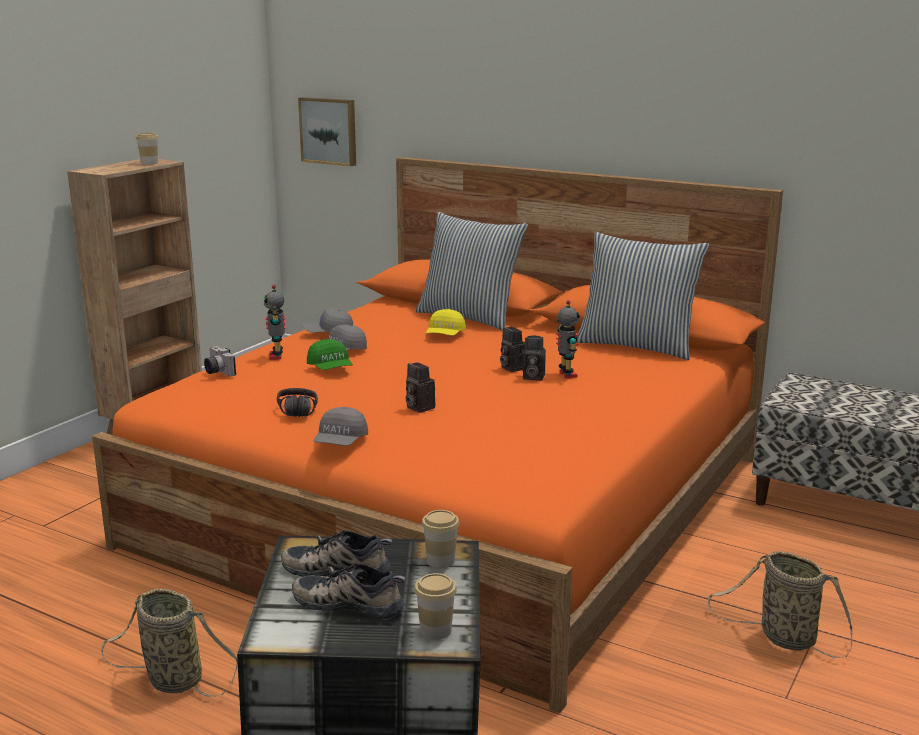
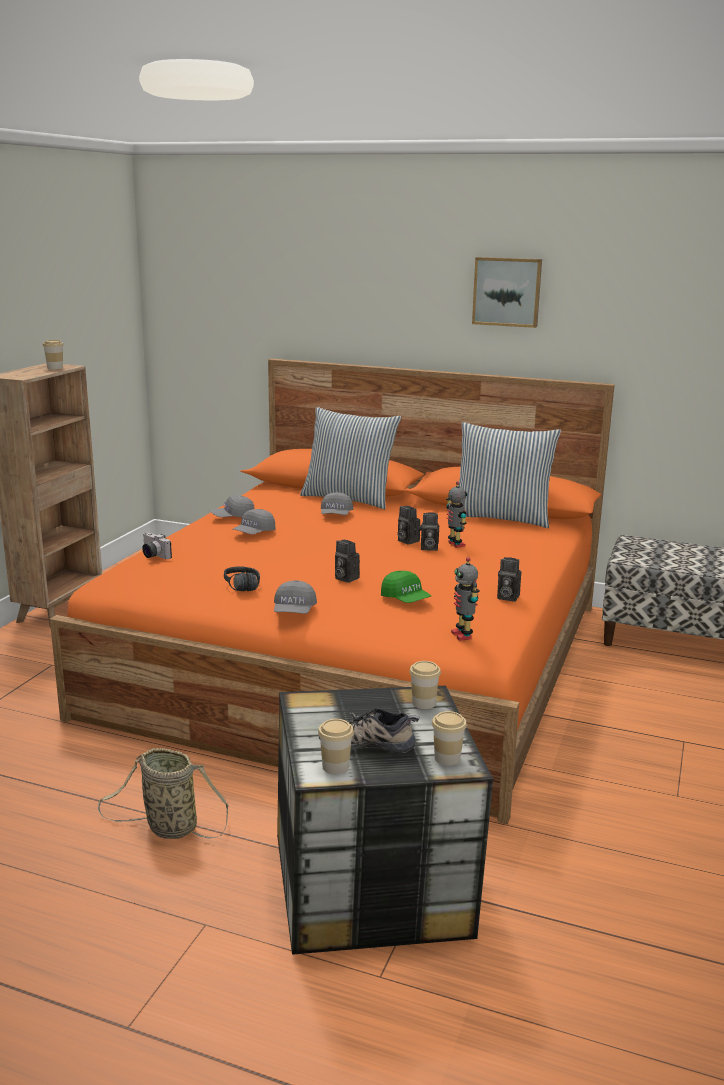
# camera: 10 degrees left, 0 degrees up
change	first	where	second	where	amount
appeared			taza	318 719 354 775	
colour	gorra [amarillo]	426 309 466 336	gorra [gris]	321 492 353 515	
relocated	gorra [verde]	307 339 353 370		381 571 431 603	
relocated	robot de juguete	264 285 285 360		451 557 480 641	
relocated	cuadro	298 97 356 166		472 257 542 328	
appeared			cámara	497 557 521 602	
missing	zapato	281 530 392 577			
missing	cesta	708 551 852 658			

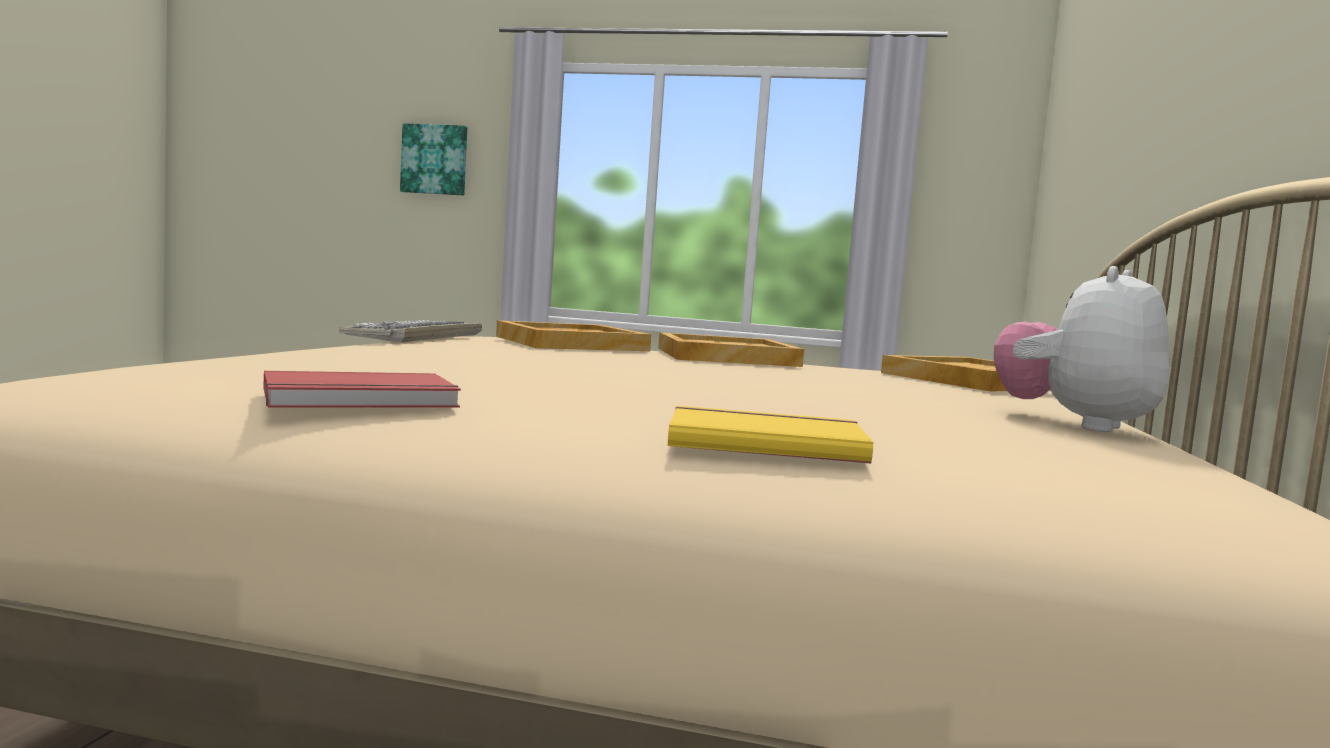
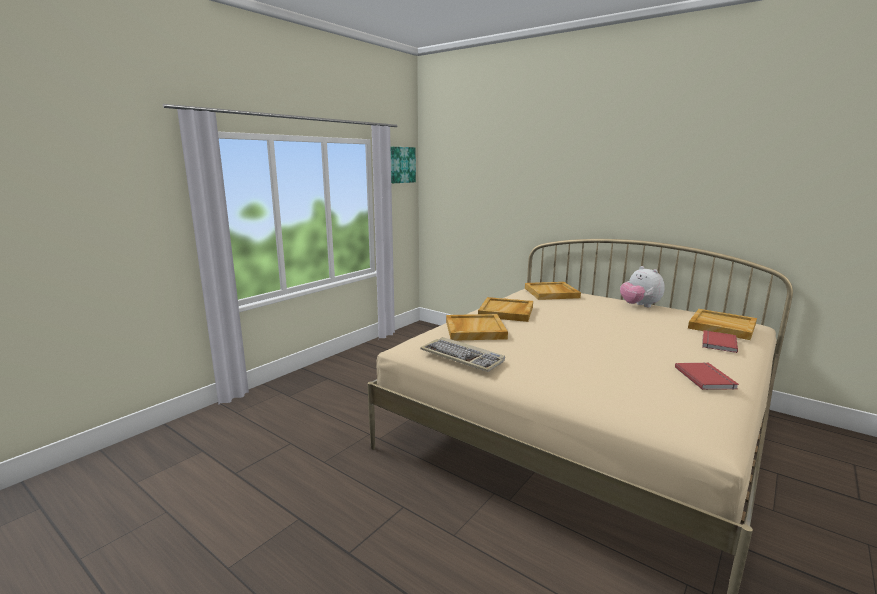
# camera: 65 degrees left, 10 degrees up
change	first	where	second	where	amount
relocated	cuadro	400 123 467 196		391 147 416 183	
appeared			bandeja [beis]	688 309 757 340	
colour	libro [amarillo]	668 406 873 463	libro [rojo]	702 330 738 353	

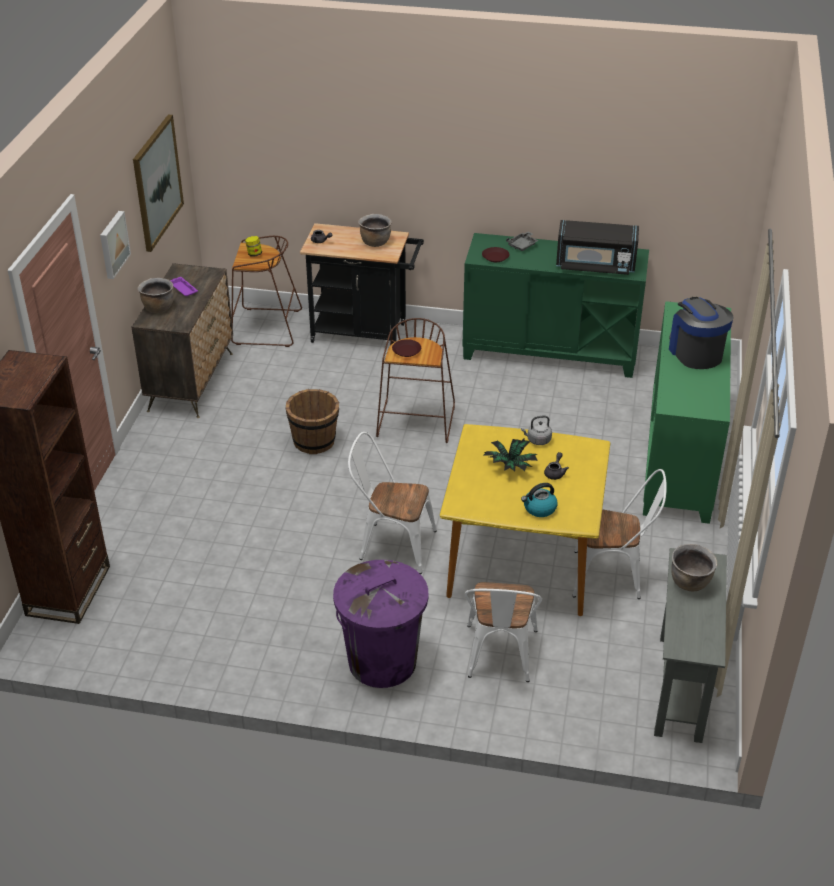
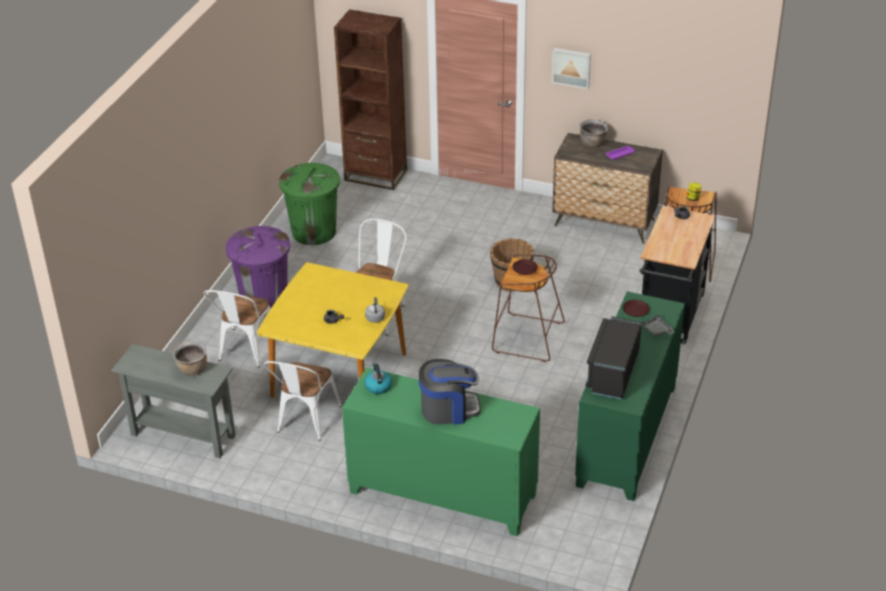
# camera: 100 degrees right, 0 degrees up
change	first	where	second	where	amount
spun	silla [blanco]	465 582 542 682		204 290 271 368	90 degrees counterclockwise
appeared			papelera [verde]	279 163 340 245	
relocated	hervidor	521 483 558 517		364 363 392 394	
missing	cuadro	133 115 184 252			
missing	olla [marrón]	358 214 392 247			
missing	planta en maceta	484 439 538 471			

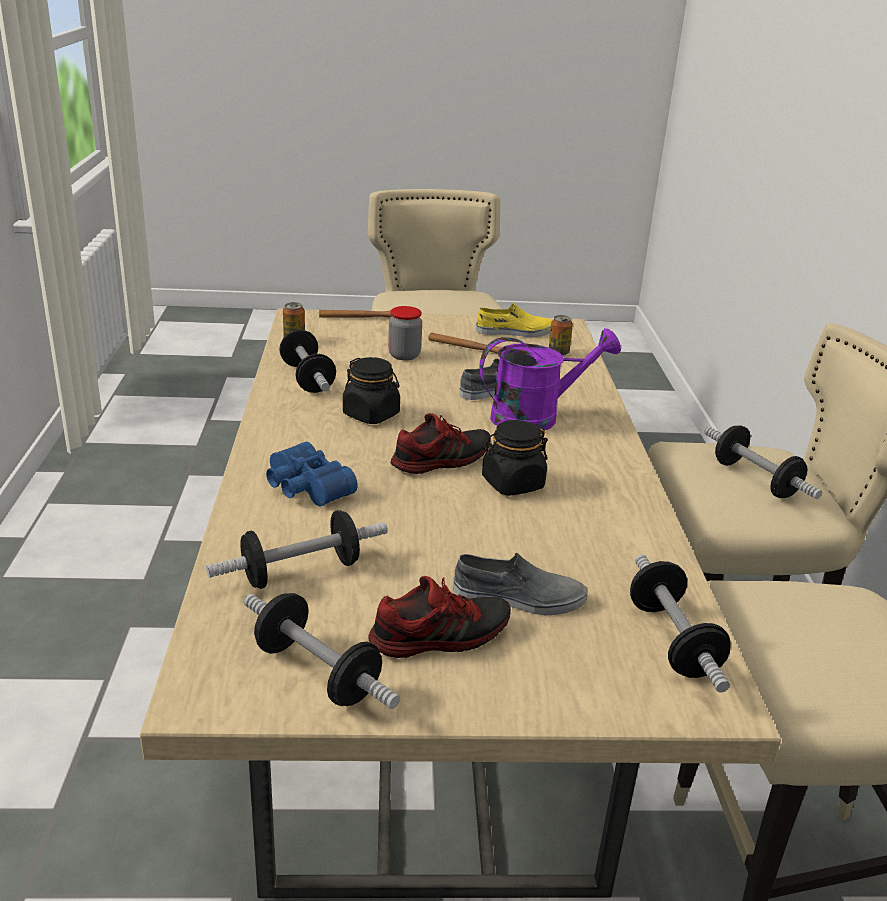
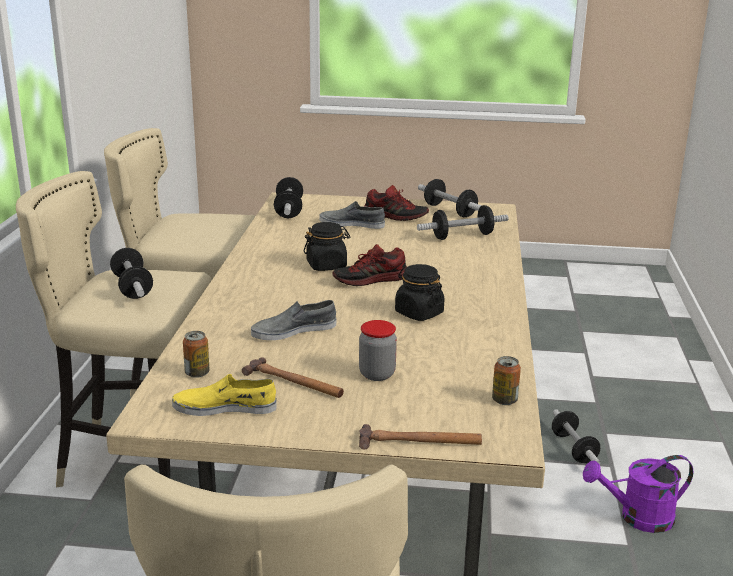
# camera: 170 degrees left, 5 degrees down
change	first	where	second	where	amount
spun	zapato	368 576 511 658		364 185 429 221	150 degrees counterclockwise
relocated	mancuerna	279 330 336 393		552 409 601 464	
relocated	regadera [morado]	479 328 621 430		583 455 693 533	
missing	prismáticos [azul]	266 442 358 506			

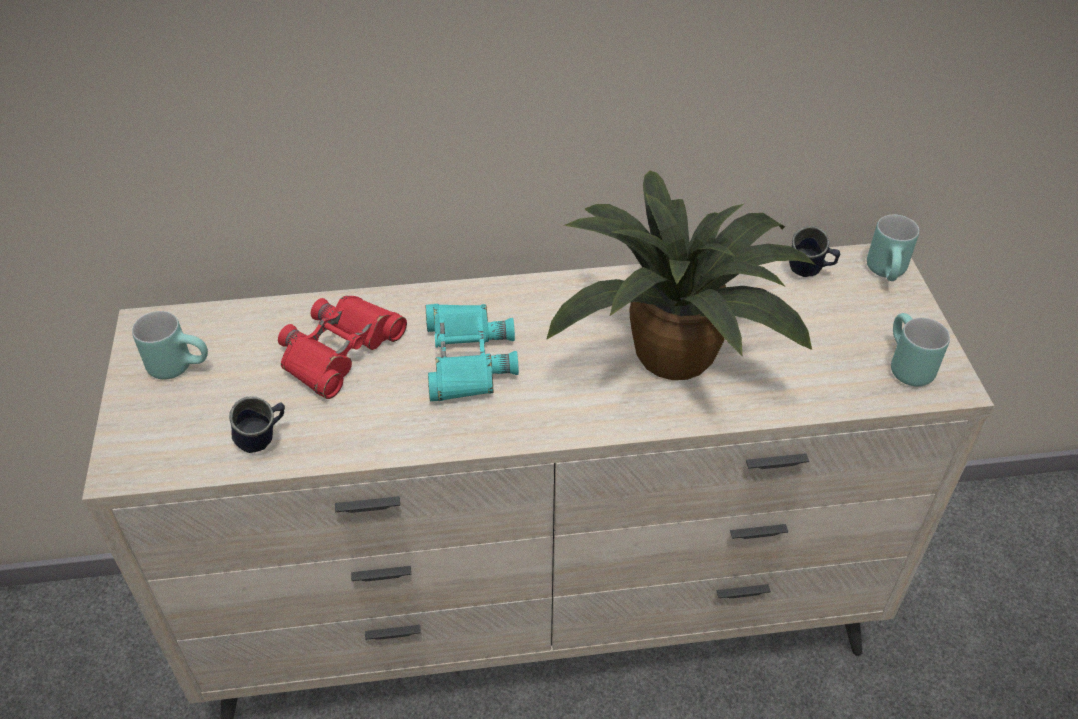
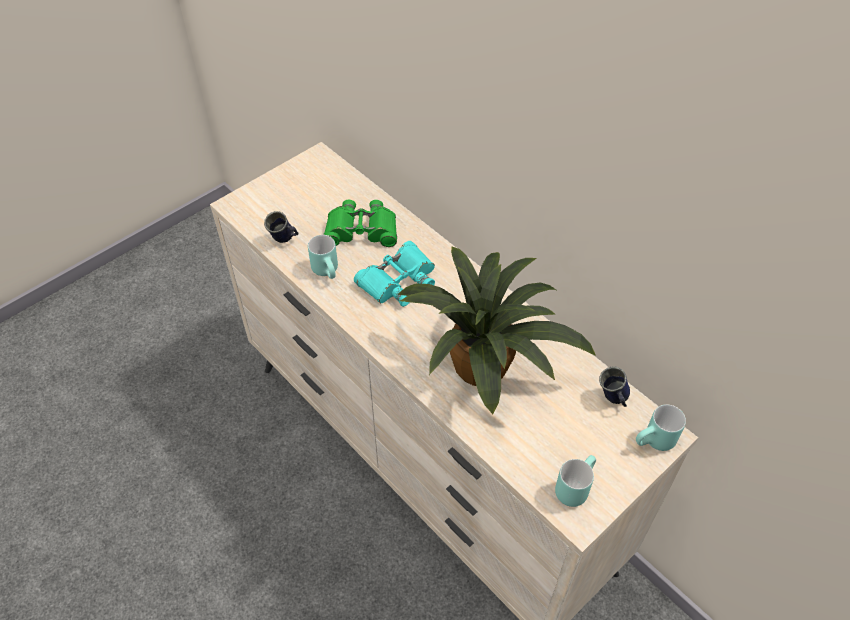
# camera: 55 degrees right, 5 degrees up
change	first	where	second	where	amount
relocated	taza grande [turquesa]	132 311 208 380		308 235 338 279	
colour	prismáticos [rojo]	278 296 407 399	prismáticos [verde]	323 200 397 247	

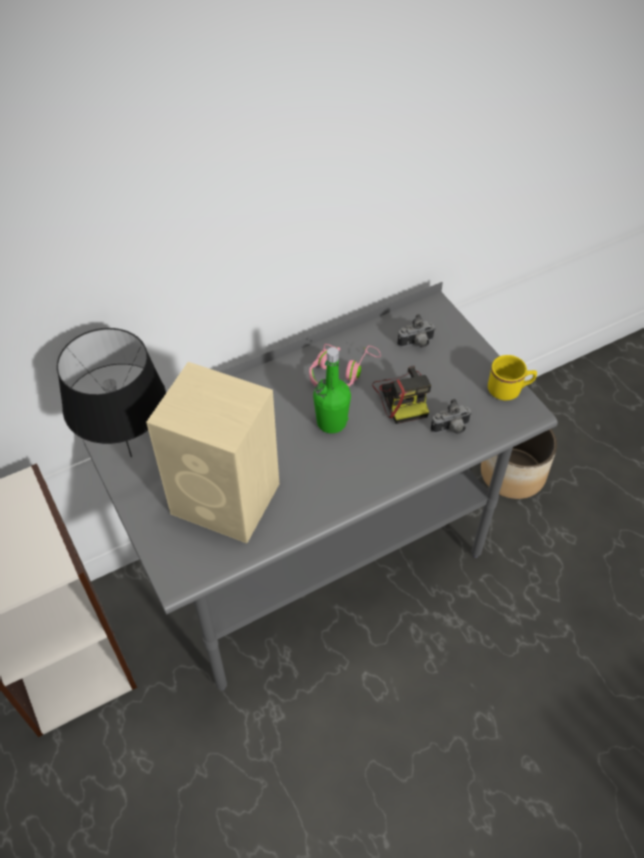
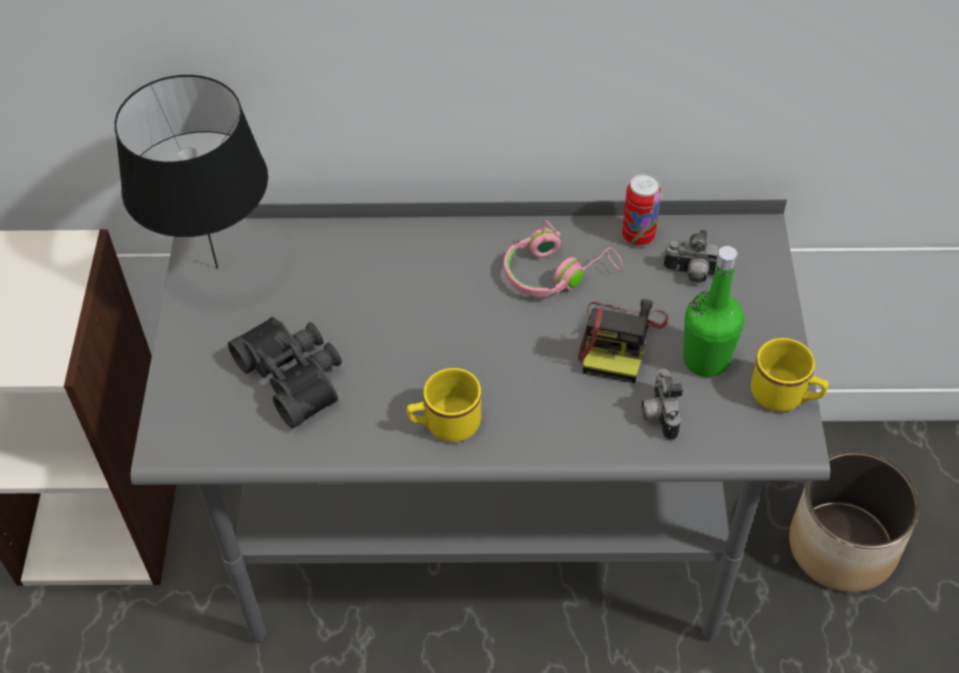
# camera: 30 degrees right, 0 degrees up
change	first	where	second	where	amount
exchanged	altavoz [beis]	146 362 279 543	prismáticos [negro]	228 317 342 428	
appeared			taza grande [amarillo]	407 368 481 442	
appeared			lata	622 174 661 246	
spun	cámara	431 399 472 434		642 369 684 440	75 degrees clockwise
relocated	botella [verde]	313 347 351 433		683 246 744 377	

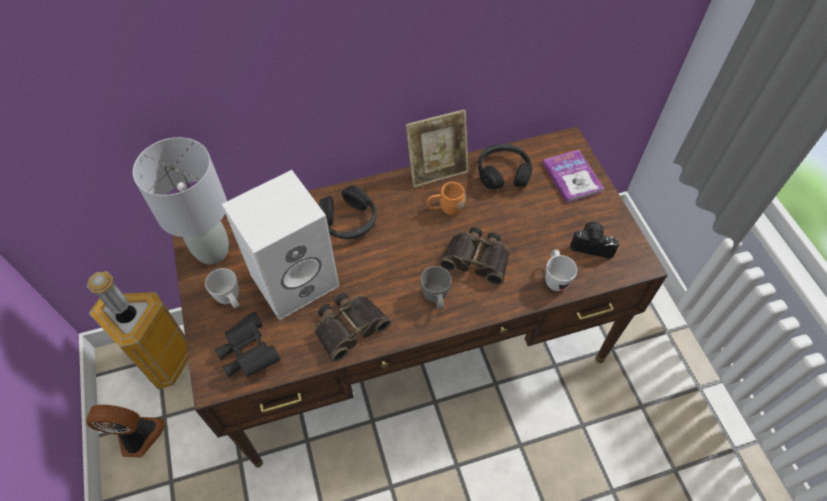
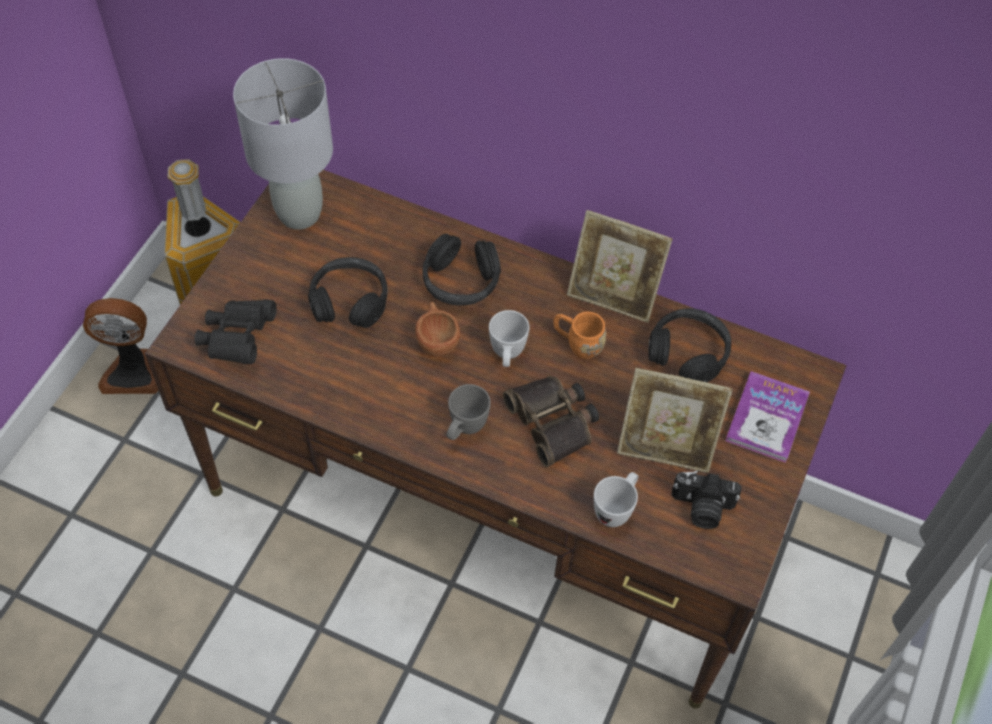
# camera: 40 degrees right, 0 degrees up
change	first	where	second	where	amount
spun	ventilador	86 405 165 458		83 298 159 394	135 degrees clockwise
exchanged	altavoz [blanco]	222 170 339 320	auriculares [negro]	308 257 387 328	
appeared			taza [marrón]	415 302 460 356	
relocated	taza grande [blanco]	205 268 239 308		489 310 529 367	
appeared			portarretratos	617 368 732 473	
spun	cámara	570 222 620 259		671 471 742 529	135 degrees clockwise
missing	prismáticos	314 293 391 363			

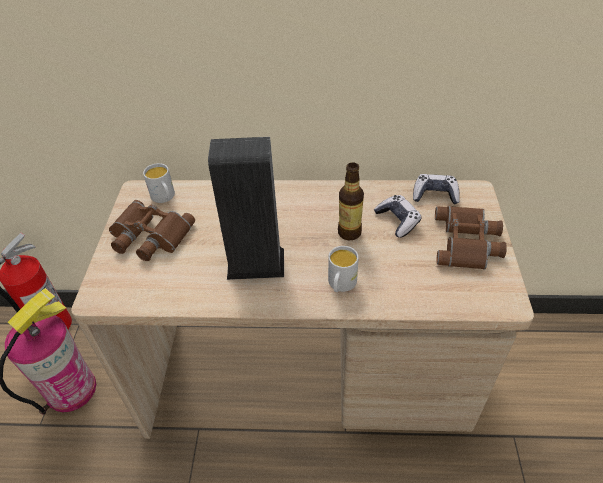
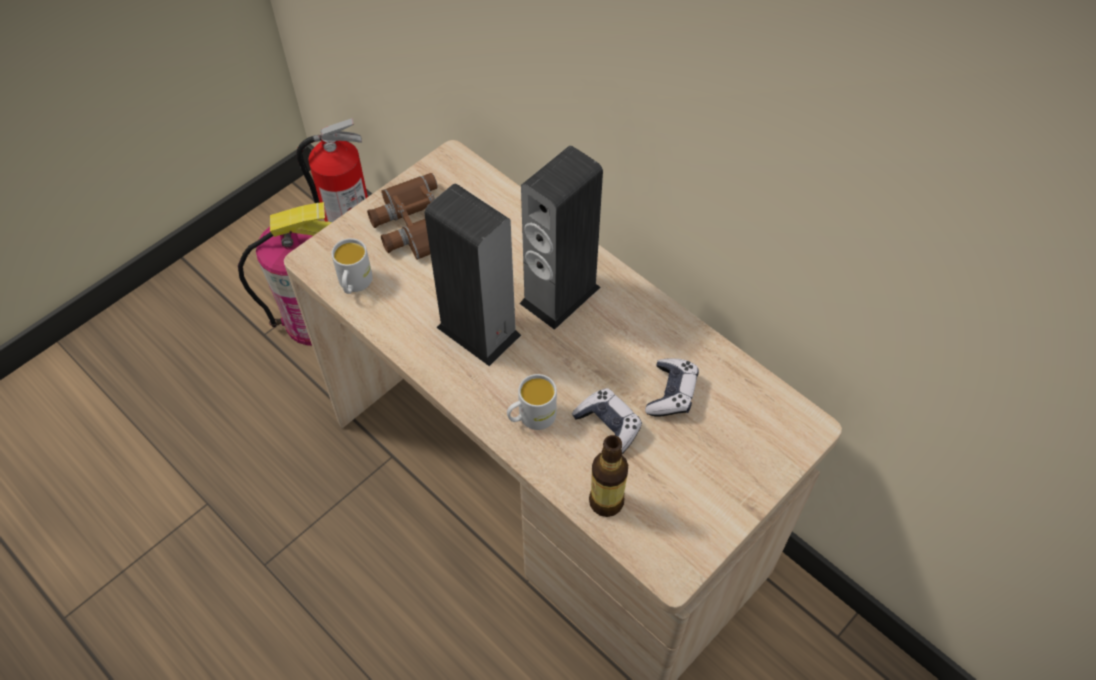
# camera: 40 degrees right, 10 degrees up
change	first	where	second	where	amount
relocated	taza grande [blanco]	143 163 175 203		331 238 373 294	
appeared			altavoz	519 146 603 330	
relocated	mando de consola	413 174 460 204		572 388 642 454	
relocated	botella	338 162 364 240		589 435 628 517	
missing	prismáticos [marrón]	435 206 507 269			

